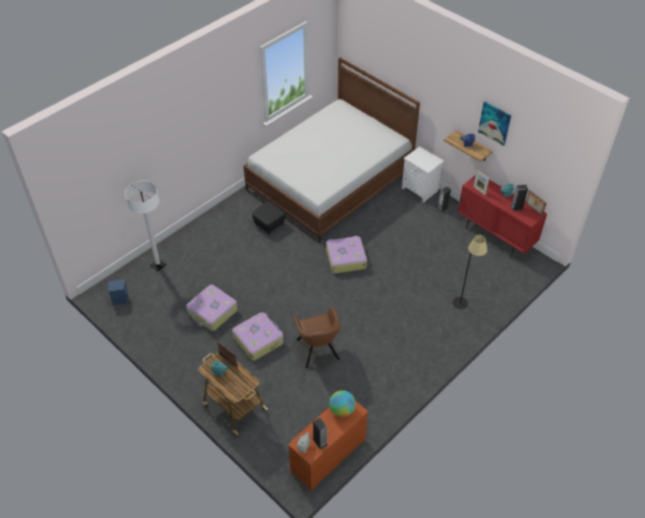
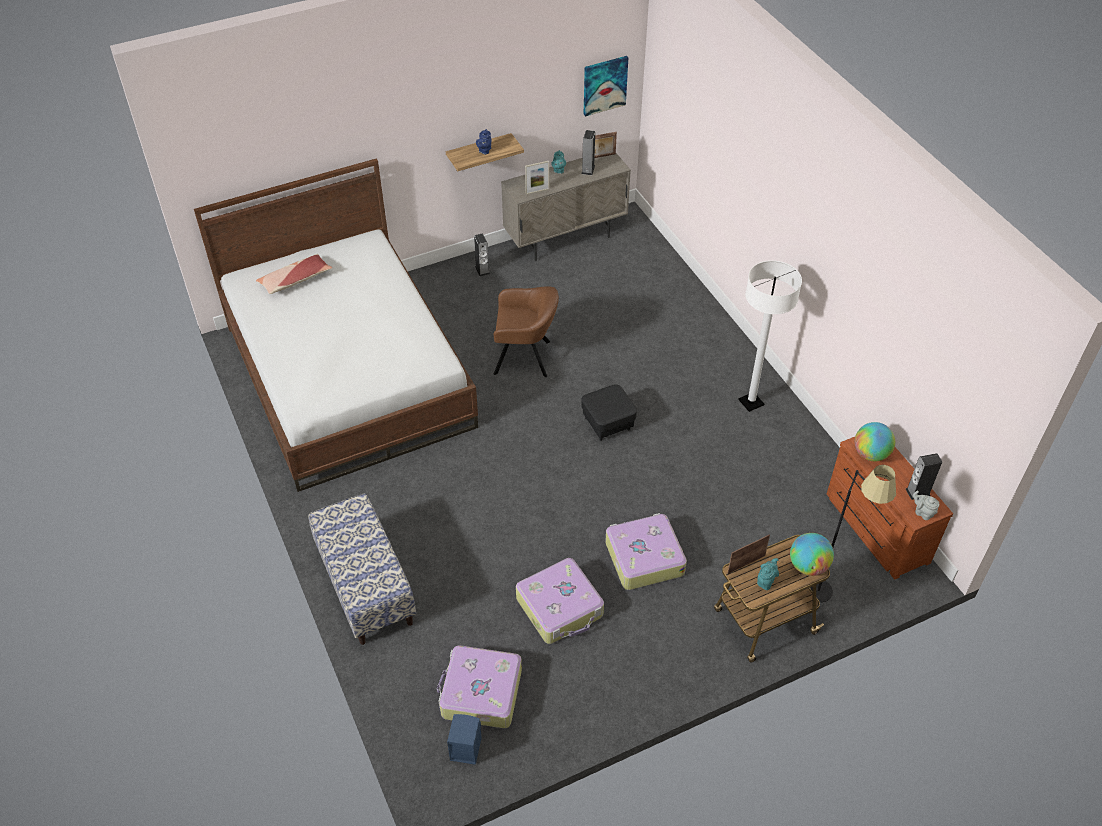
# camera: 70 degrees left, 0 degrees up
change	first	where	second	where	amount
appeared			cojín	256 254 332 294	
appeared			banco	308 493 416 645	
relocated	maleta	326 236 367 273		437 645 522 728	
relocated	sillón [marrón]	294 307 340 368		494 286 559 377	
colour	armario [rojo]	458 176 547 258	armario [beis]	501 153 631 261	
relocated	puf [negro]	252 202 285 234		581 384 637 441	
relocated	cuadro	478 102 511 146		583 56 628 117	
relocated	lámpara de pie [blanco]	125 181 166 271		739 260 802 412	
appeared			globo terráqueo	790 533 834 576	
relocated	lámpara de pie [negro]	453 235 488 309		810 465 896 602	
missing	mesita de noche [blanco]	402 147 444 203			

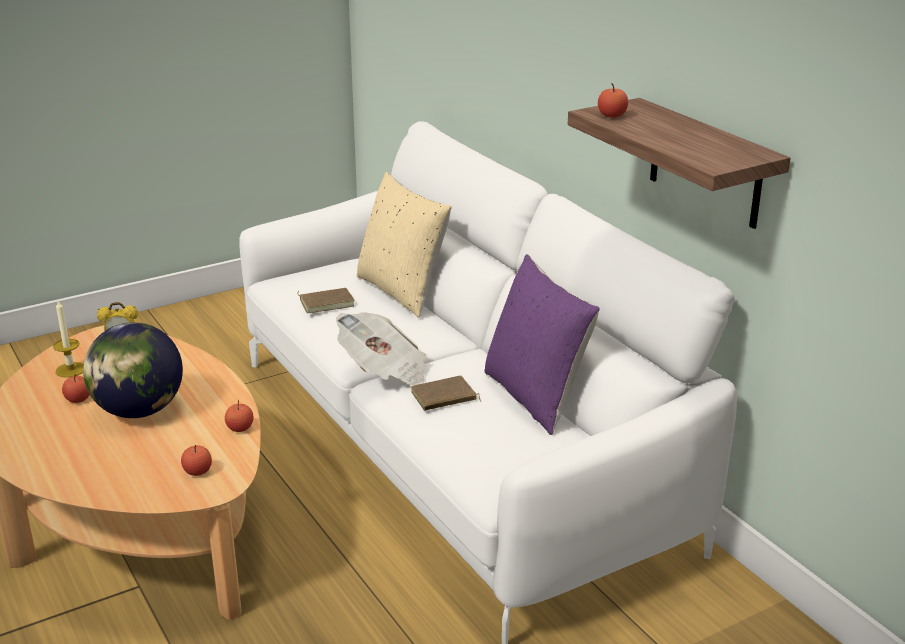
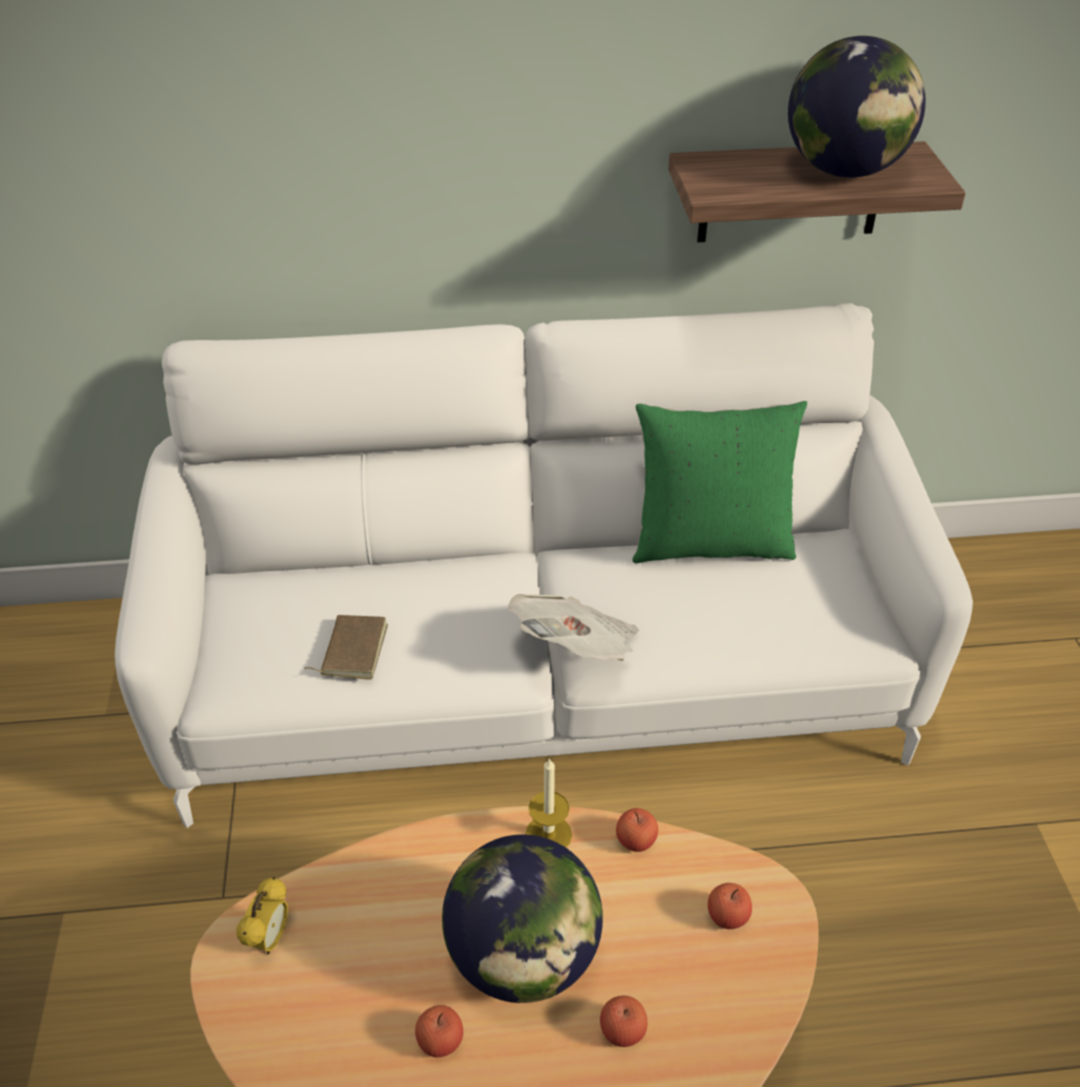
# camera: 65 degrees left, 15 degrees up
change	first	where	second	where	amount
relocated	vela	53 301 84 378		525 758 572 848	
relocated	manzana	598 84 628 118		600 996 648 1047	
colour	cojín [morado]	484 254 600 435	cojín [verde]	632 401 807 563	
appeared			globo terráqueo	788 36 926 178	
missing	cojín [beis]	357 172 452 317			
missing	libro [marrón]	411 375 481 411			

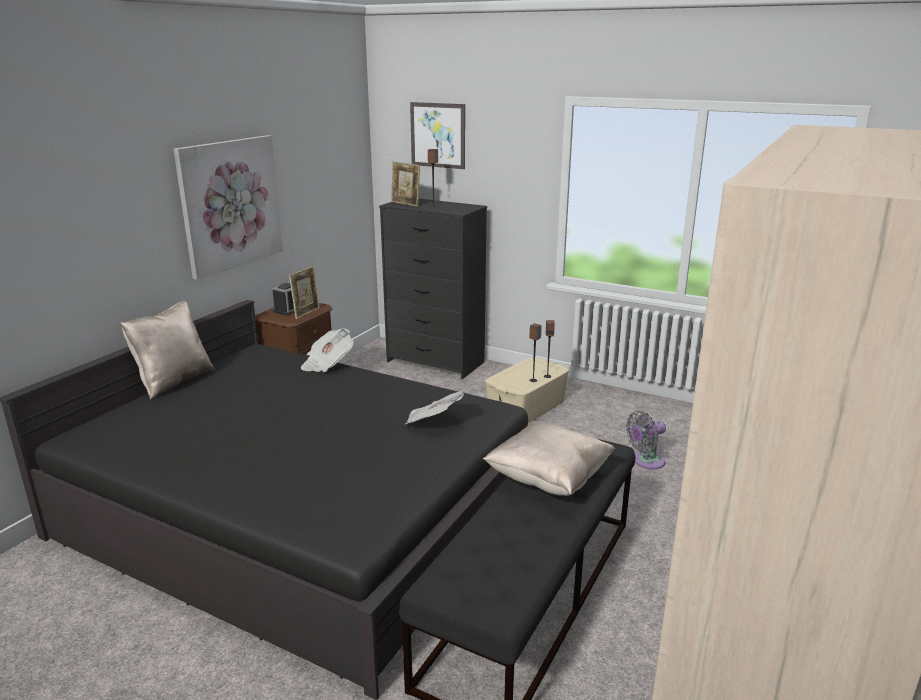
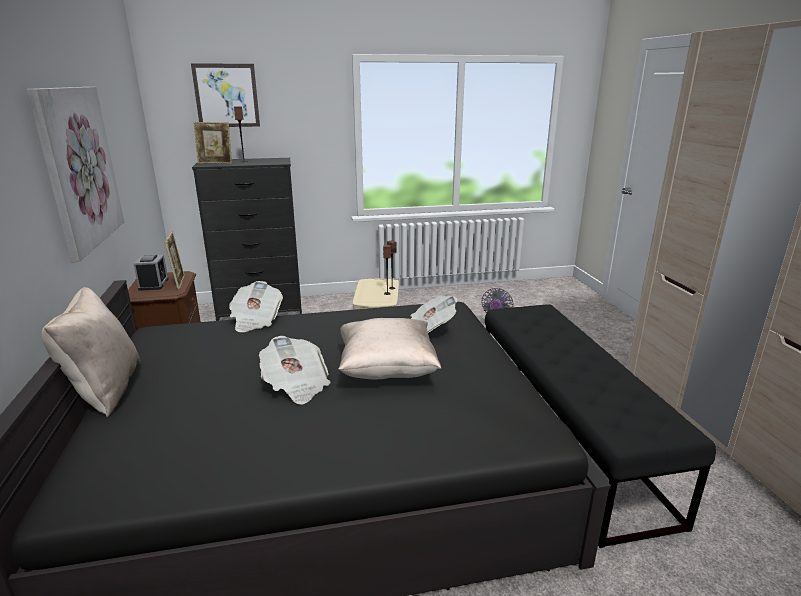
# camera: 40 degrees left, 0 degrees up
change	first	where	second	where	amount
appeared			periódico	259 336 330 405	
relocated	cojín [beis]	483 421 616 496		338 318 441 380	

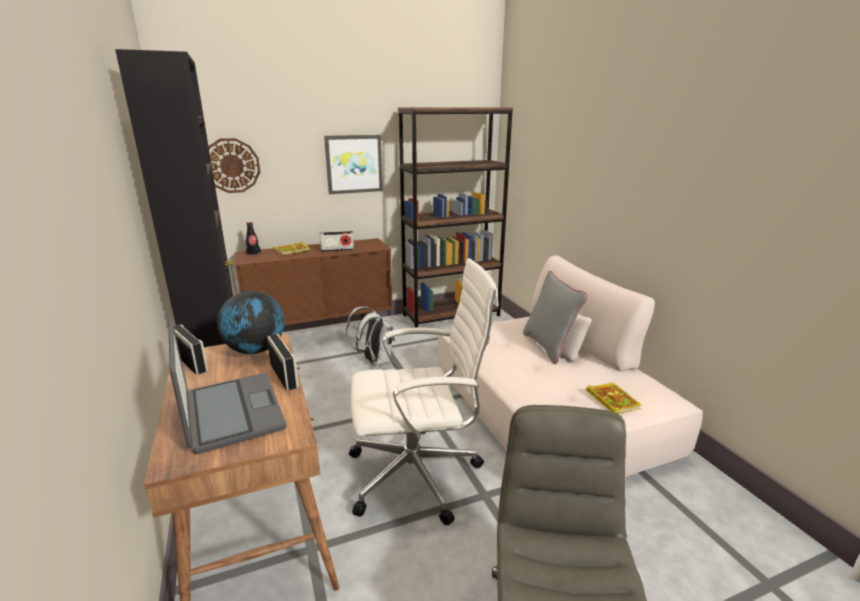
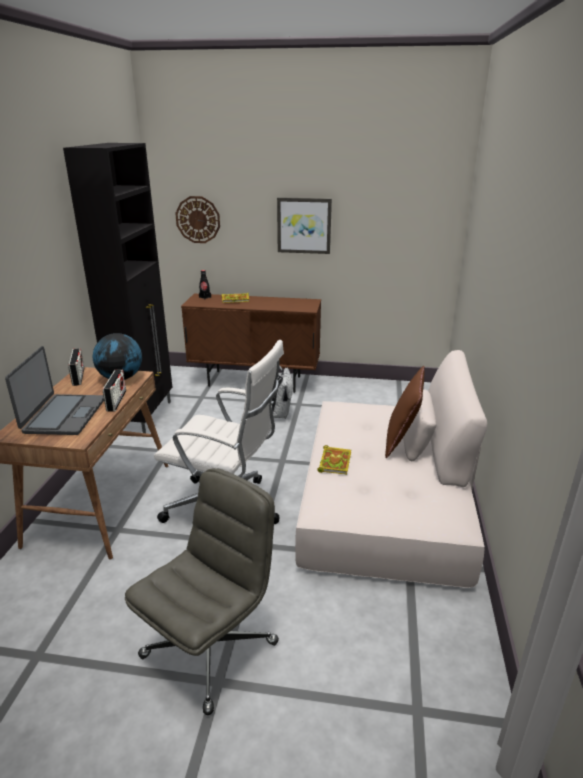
# camera: 30 degrees right, 5 degrees up
change	first	where	second	where	amount
relocated	libro	586 383 642 414		317 445 351 475	
colour	cojín [gris]	523 271 588 364	cojín [marrón]	385 366 425 459	
missing	radio	320 231 354 252			
missing	estantería [marrón]	398 107 513 327			

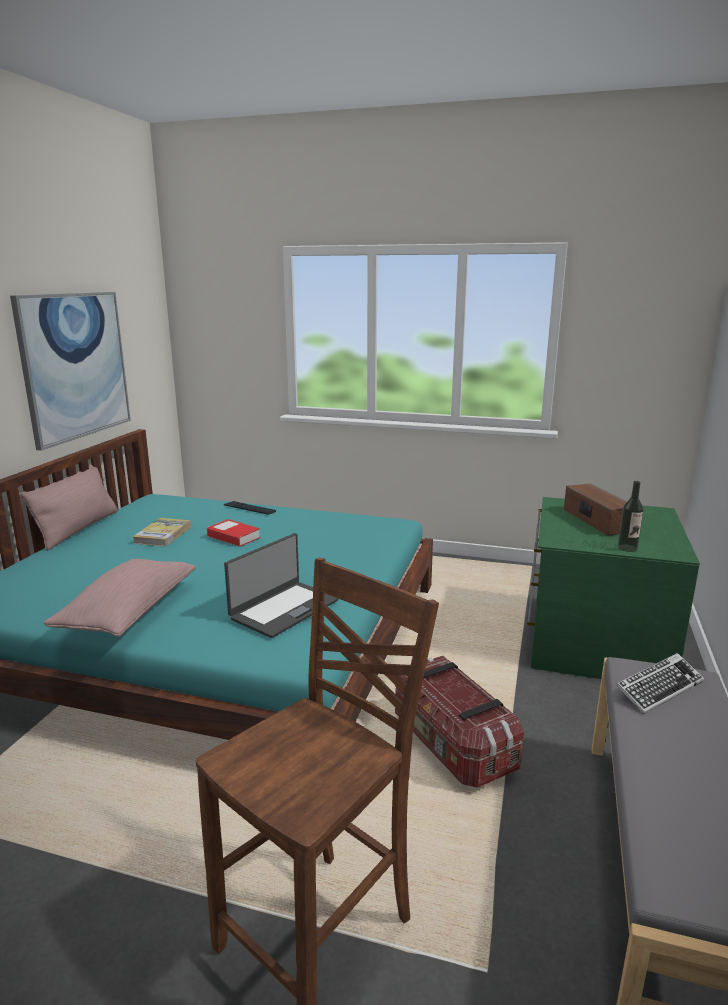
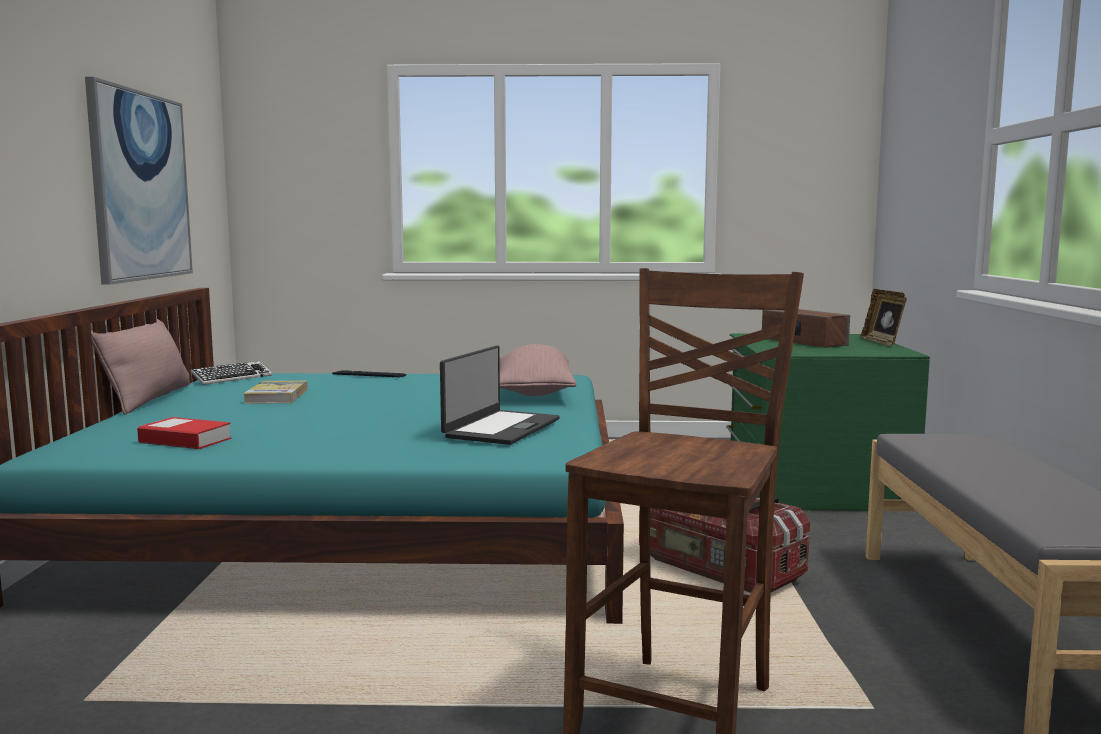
# camera: 15 degrees left, 10 degrees down
change	first	where	second	where	amount
relocated	libro	207 519 260 547		137 417 231 449	
relocated	teclado	616 653 704 714		190 361 272 385	
relocated	cojín [rosa]	43 559 196 637		500 344 576 396	
appeared			portarretratos	861 289 907 346	
missing	botella	618 481 644 552			

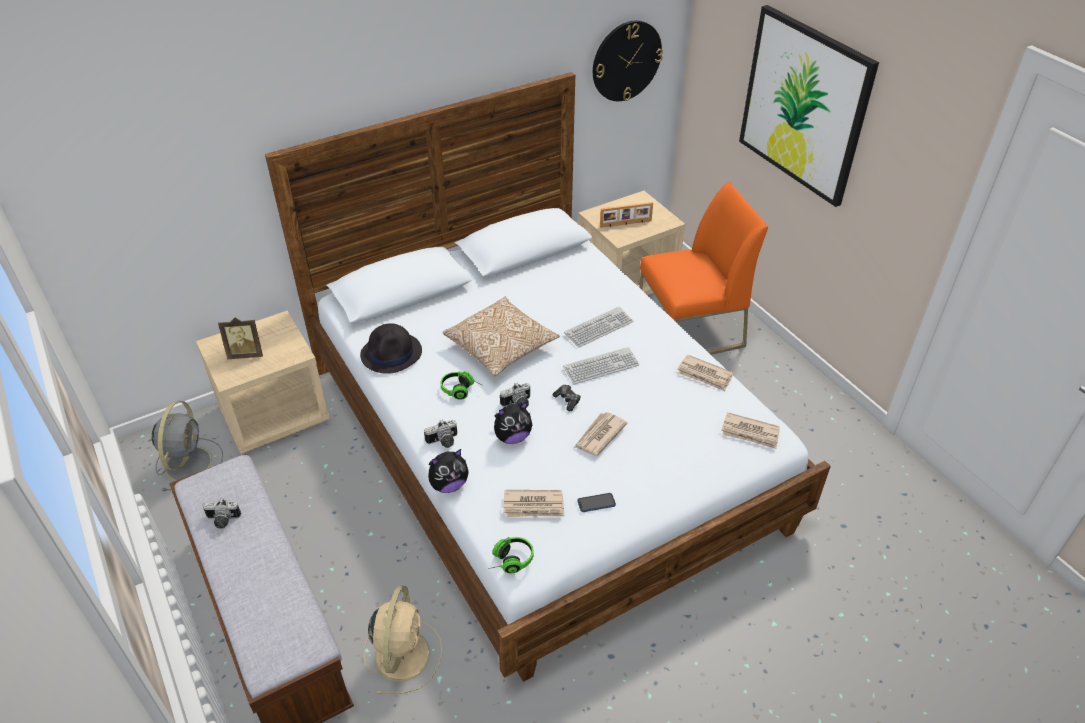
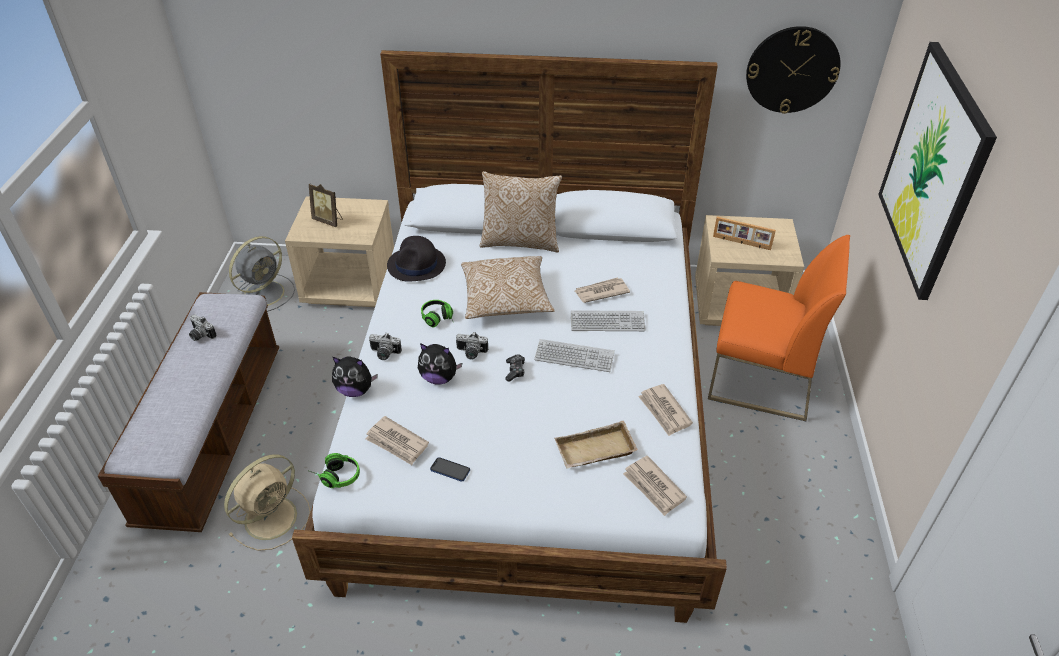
# camera: 35 degrees right, 0 degrees up
change	first	where	second	where	amount
appeared			cojín	480 171 562 253	
appeared			bandeja [beis]	555 421 638 468	
relocated	periódico	574 412 627 456		575 277 630 303	

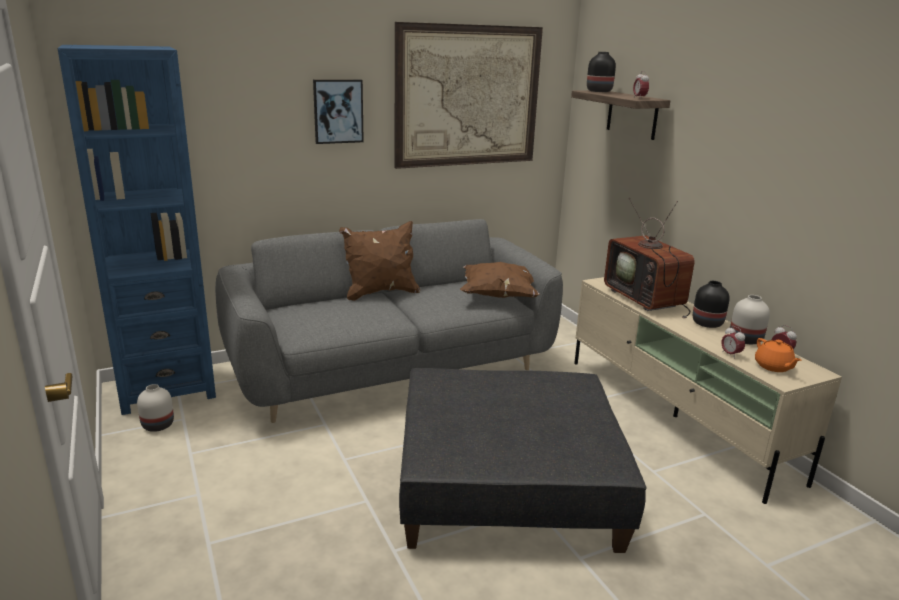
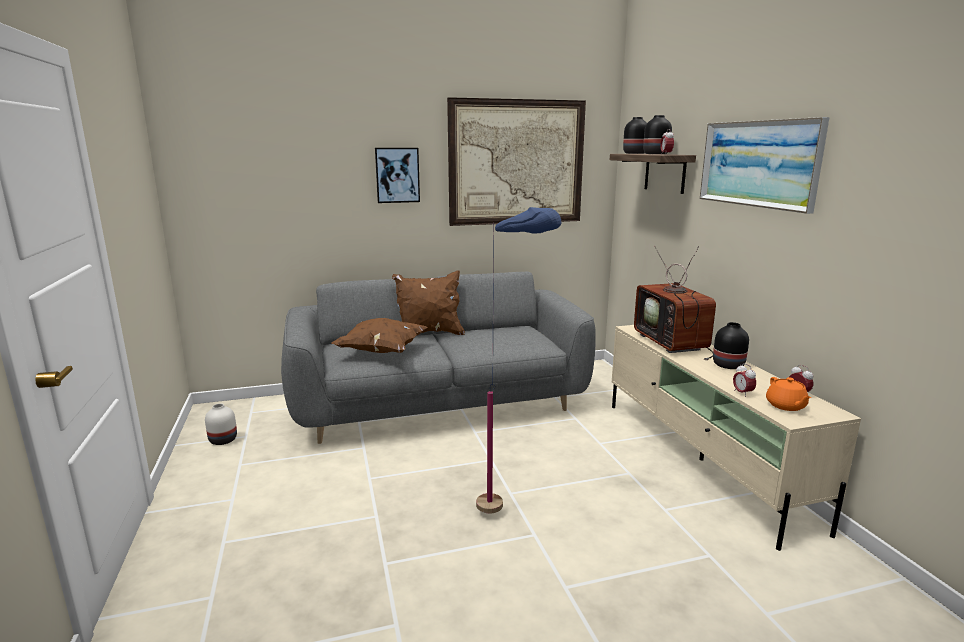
# camera: 10 degrees right, 5 degrees down
change	first	where	second	where	amount
relocated	cojín [marrón]	460 262 540 298		331 318 428 353	
exchanged	puf [gris]	399 368 647 553	lámpara de pie [azul]	476 207 561 514	
appeared			florero [negro]	643 115 672 154	
appeared			cuadro	700 117 829 214	
missing	estantería [azul]	57 45 216 415			
missing	florero [blanco]	730 295 770 344			

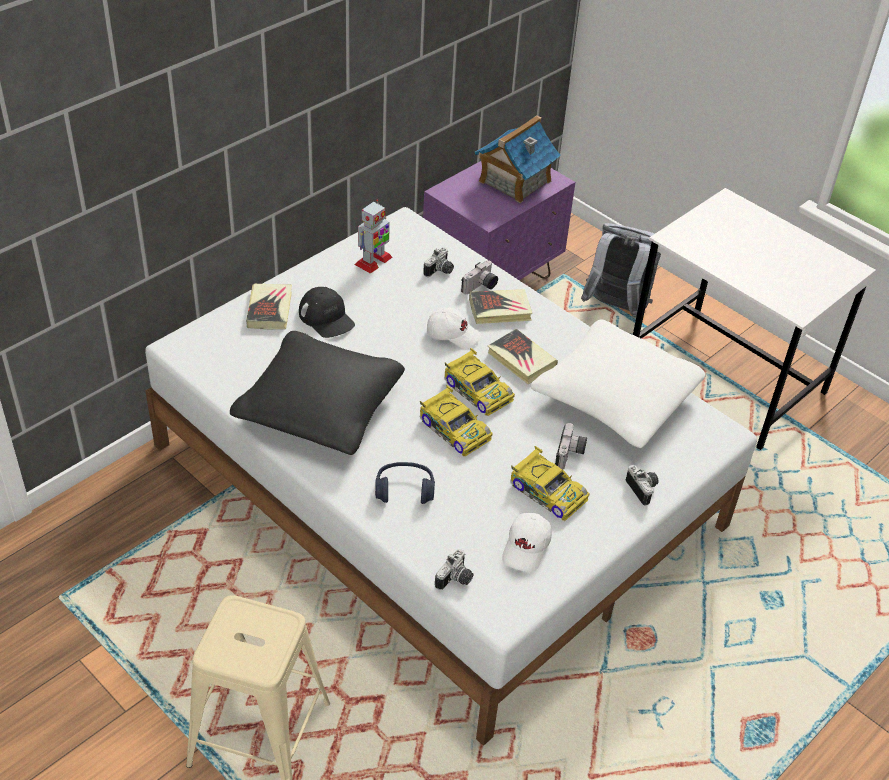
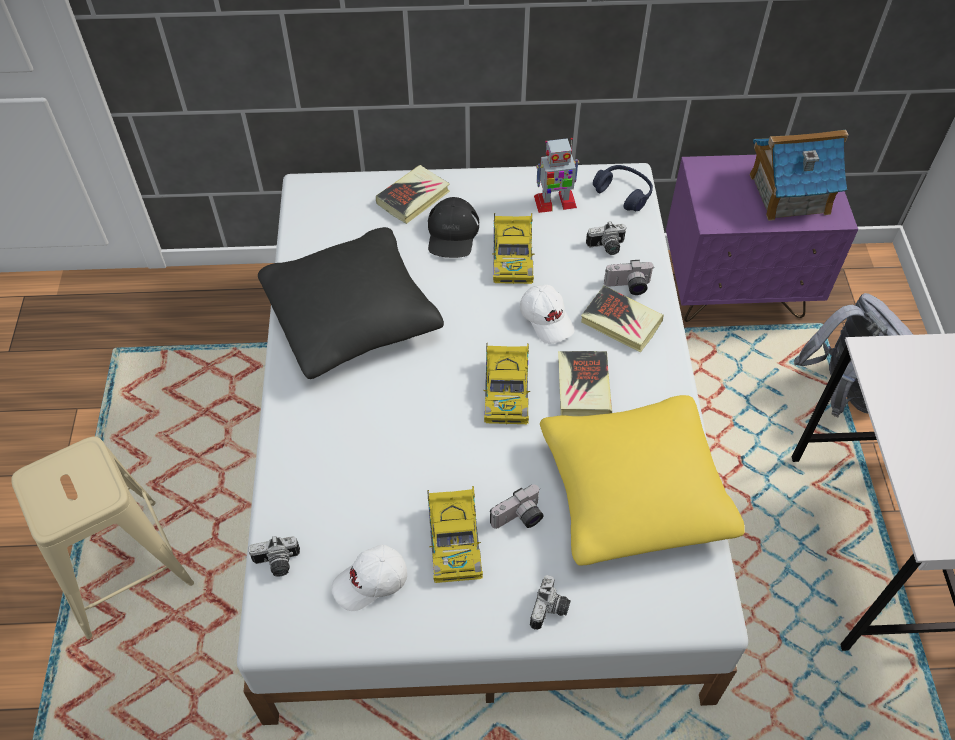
# camera: 45 degrees right, 10 degrees up
change	first	where	second	where	amount
relocated	coche de juguete	420 385 493 456		492 213 535 284	
colour	cojín [blanco]	531 319 706 448	cojín [amarillo]	540 395 745 566	
relocated	auriculares [azul]	375 462 435 504		593 165 653 211	

